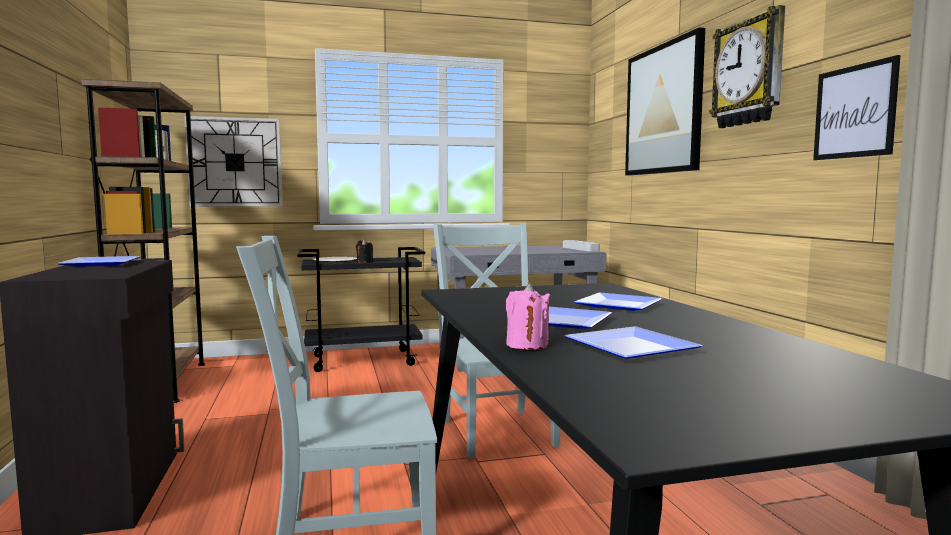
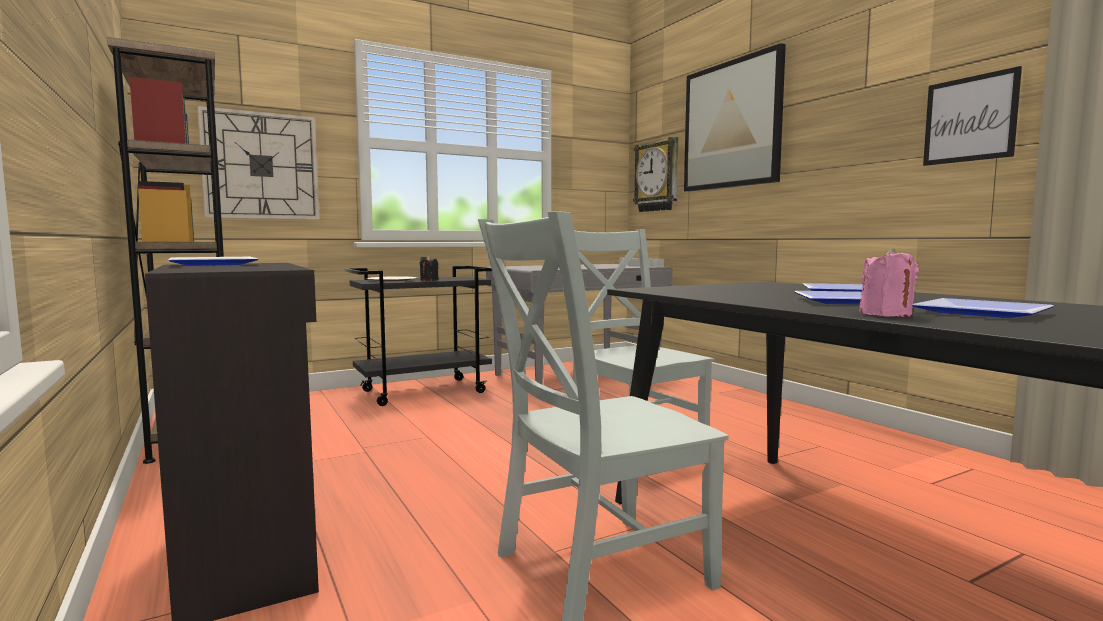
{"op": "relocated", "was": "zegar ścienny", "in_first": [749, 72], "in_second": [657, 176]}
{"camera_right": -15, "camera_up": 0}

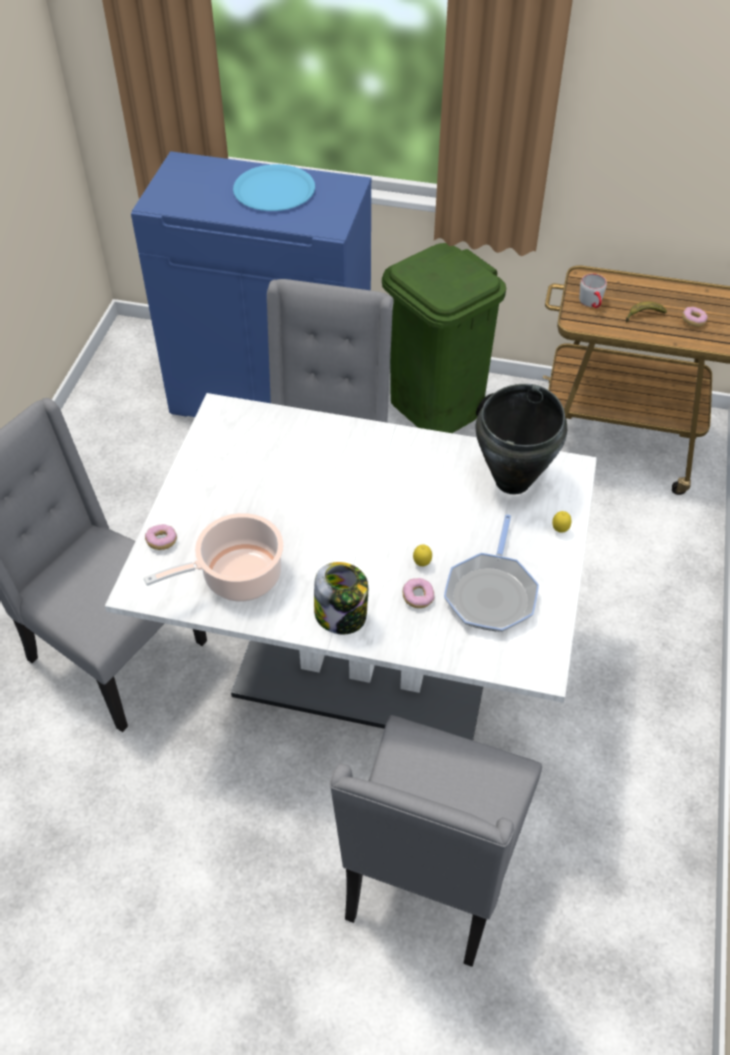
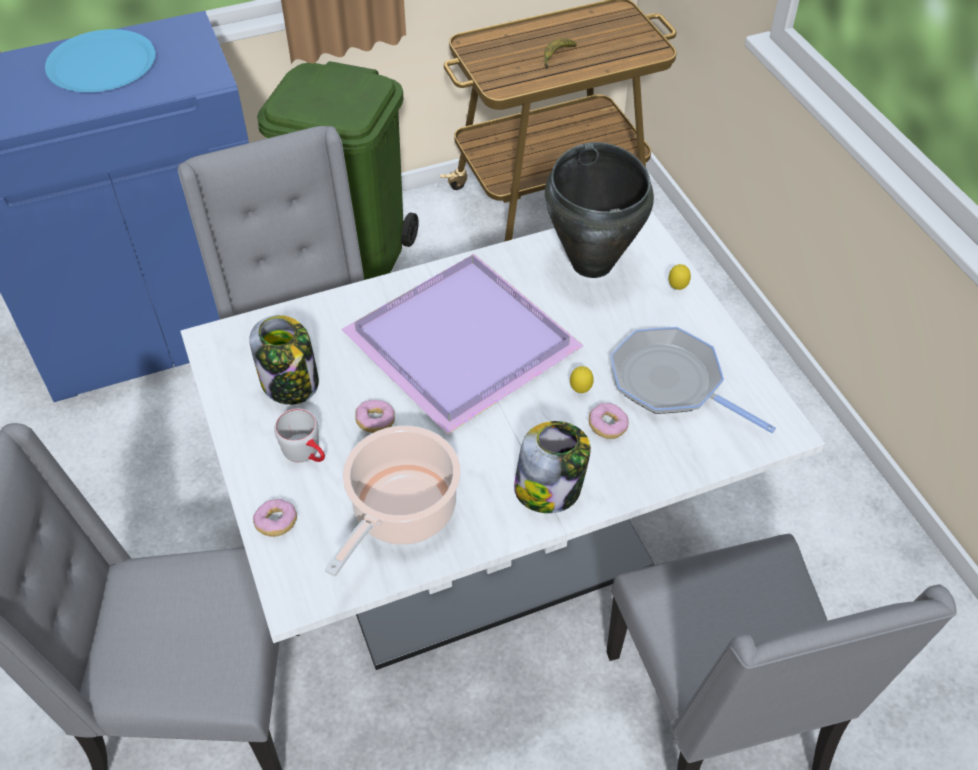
{"op": "spun", "was": "patelnia", "in_first": [491, 593], "in_second": [671, 382], "clockwise": 150}
{"op": "relocated", "was": "kubek/szary", "in_first": [592, 303], "in_second": [307, 453]}
{"op": "relocated", "was": "donut", "in_first": [693, 321], "in_second": [375, 422]}
{"op": "appeared", "now": "słoik", "in_second": [291, 383]}
{"op": "appeared", "now": "taca/fioletowy", "in_second": [461, 346]}
{"camera_right": -35, "camera_up": 0}

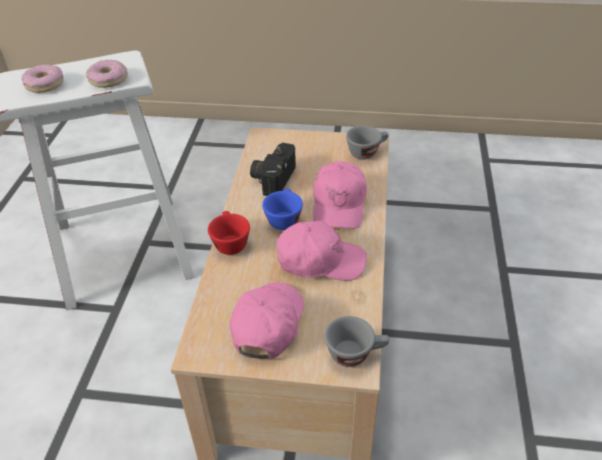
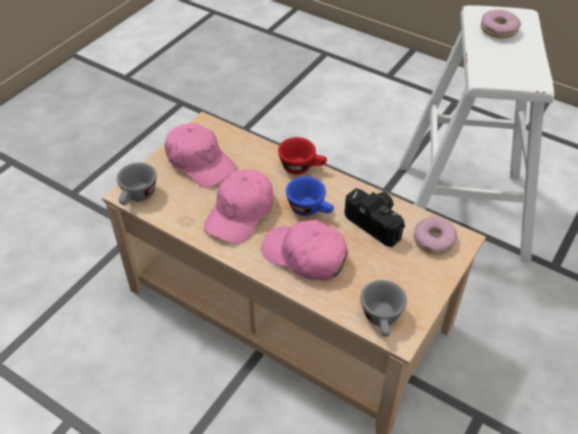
{"op": "relocated", "was": "donut", "in_first": [108, 79], "in_second": [434, 240]}
{"camera_right": 115, "camera_up": 5}

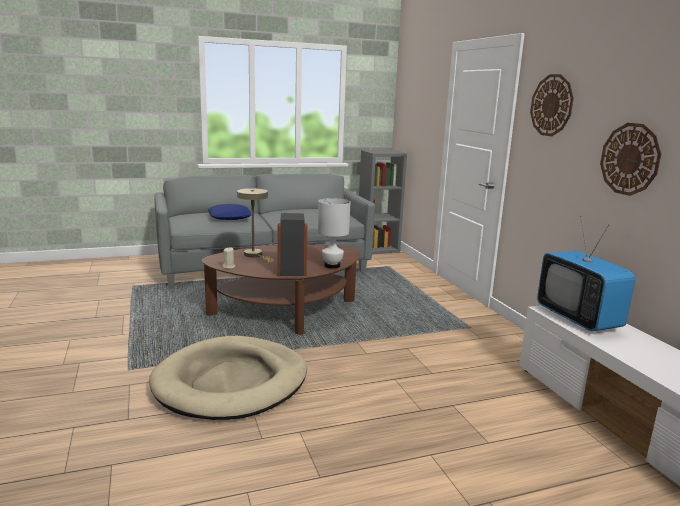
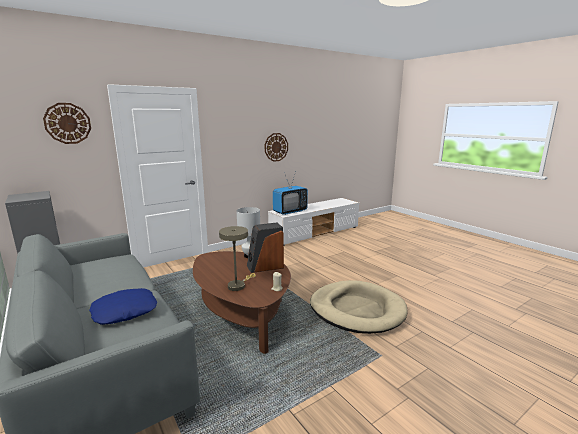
{"op": "relocated", "was": "zegar ścienny", "in_first": [551, 105], "in_second": [67, 123]}
{"camera_right": -105, "camera_up": 0}

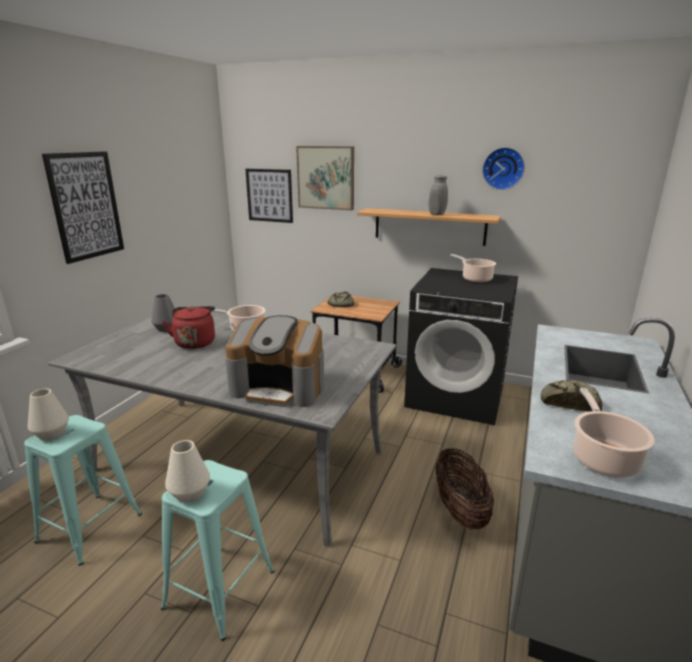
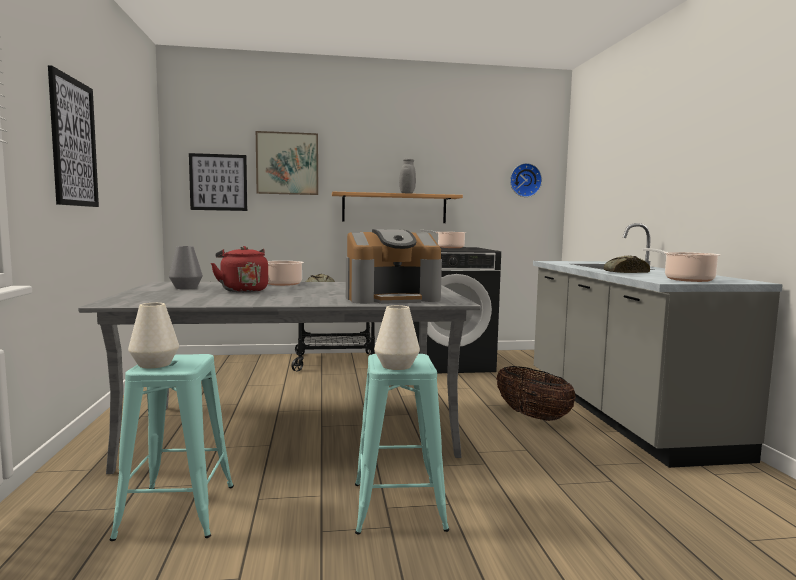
{"op": "relocated", "was": "zegar ścienny", "in_first": [503, 168], "in_second": [525, 180]}
{"camera_right": -30, "camera_up": -15}

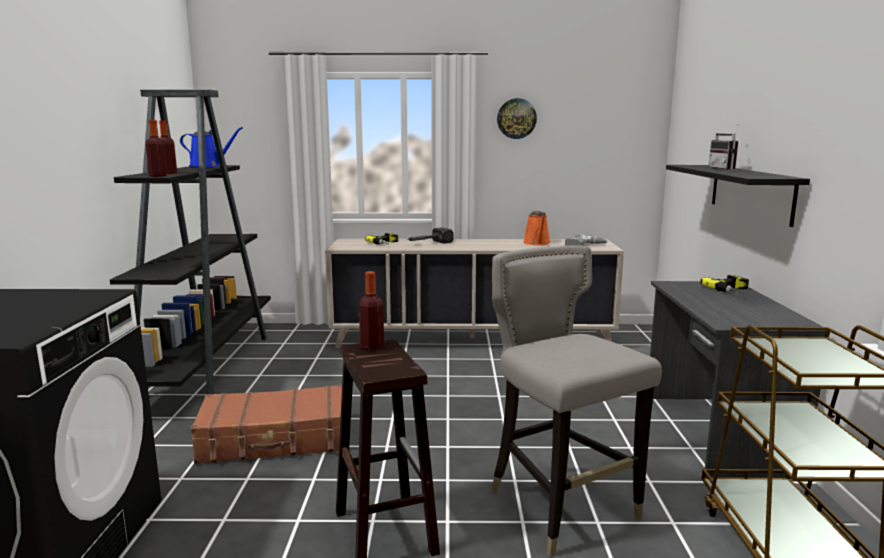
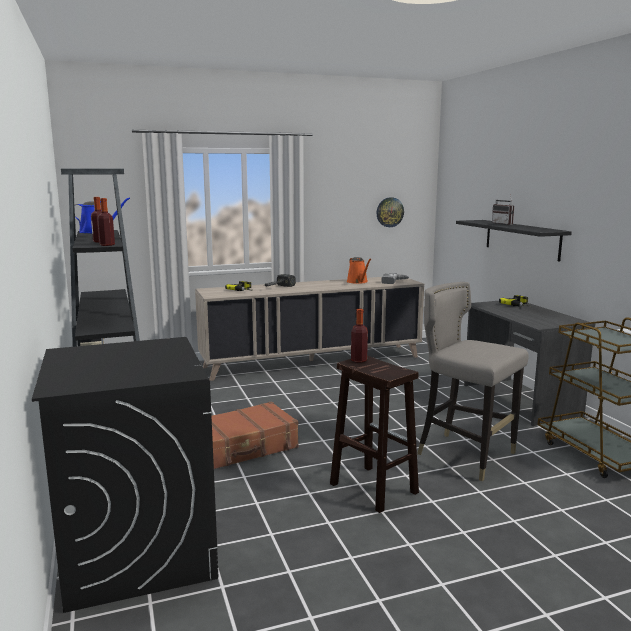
{"op": "relocated", "was": "zegar ścienny", "in_first": [516, 118], "in_second": [389, 212]}
{"camera_right": -20, "camera_up": 0}

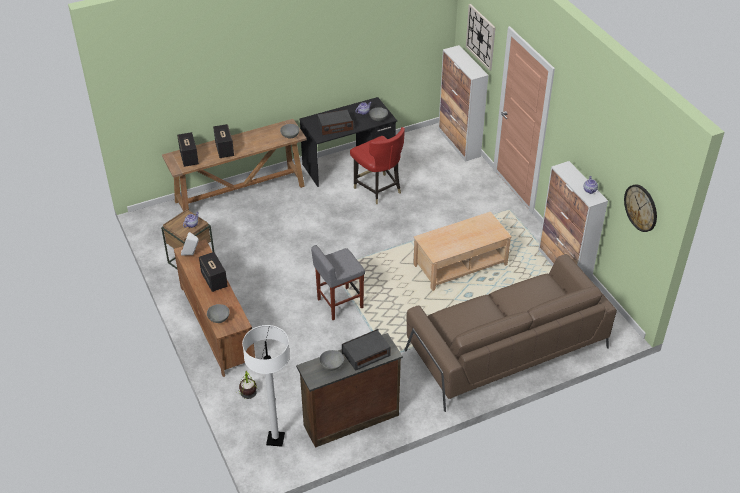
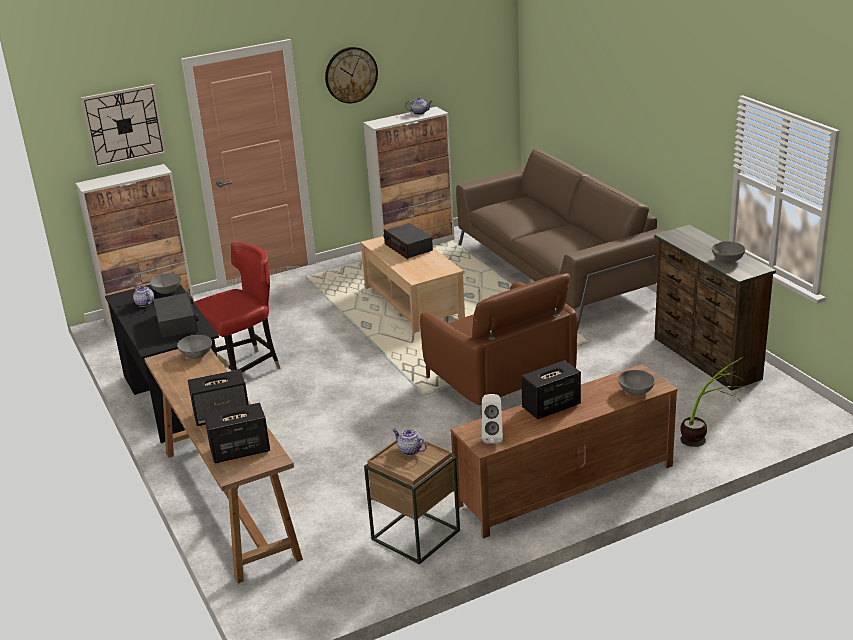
{"op": "missing", "was": "lampa stojąca/biały", "in_first": [275, 439]}
{"op": "exchanged", "was": "stołek/szary", "now": "fotel/brązowy", "in_first": [339, 304], "in_second": [499, 382]}
{"op": "relocated", "was": "radio", "in_first": [366, 354], "in_second": [408, 248]}
{"op": "relocated", "was": "zegar ścienny", "in_first": [641, 207], "in_second": [351, 75]}
{"camera_right": -90, "camera_up": -15}

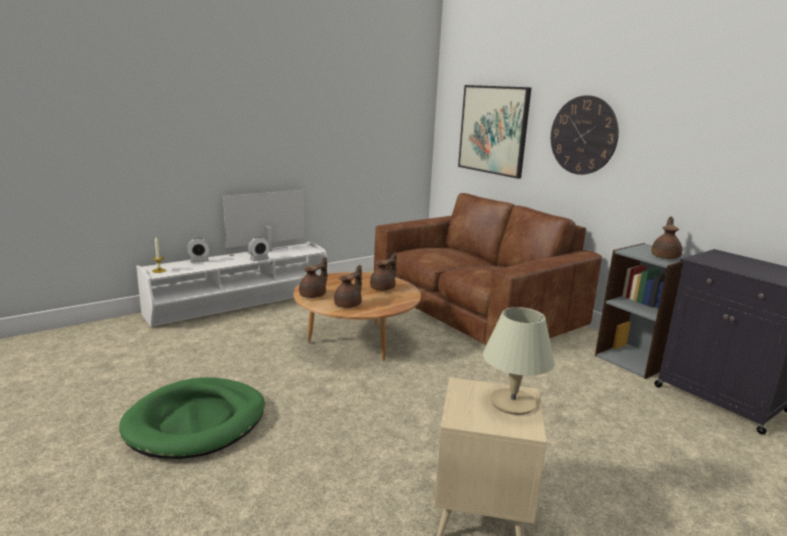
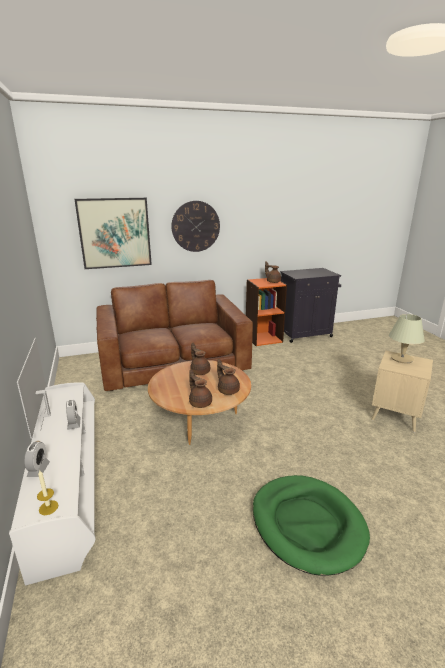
{"op": "colour", "was": "regał/szary", "now": "regał/pomarańczowy", "in_first": [635, 360], "in_second": [263, 338]}
{"camera_right": -70, "camera_up": 5}

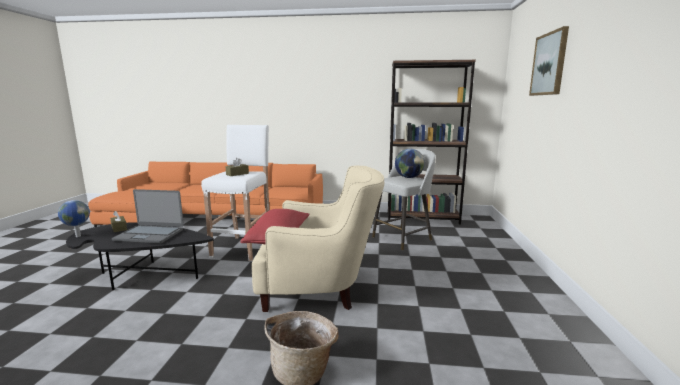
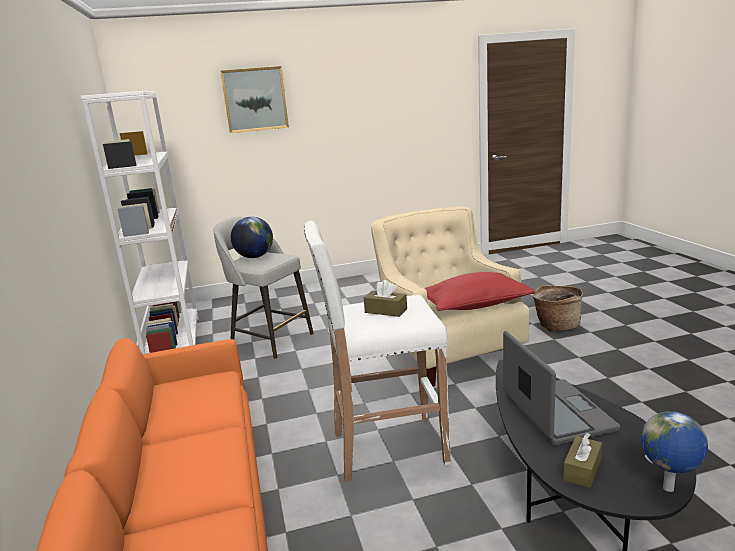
{"op": "colour", "was": "regał/brązowy", "now": "regał/biały", "in_first": [422, 218], "in_second": [174, 342]}
{"camera_right": -110, "camera_up": 5}

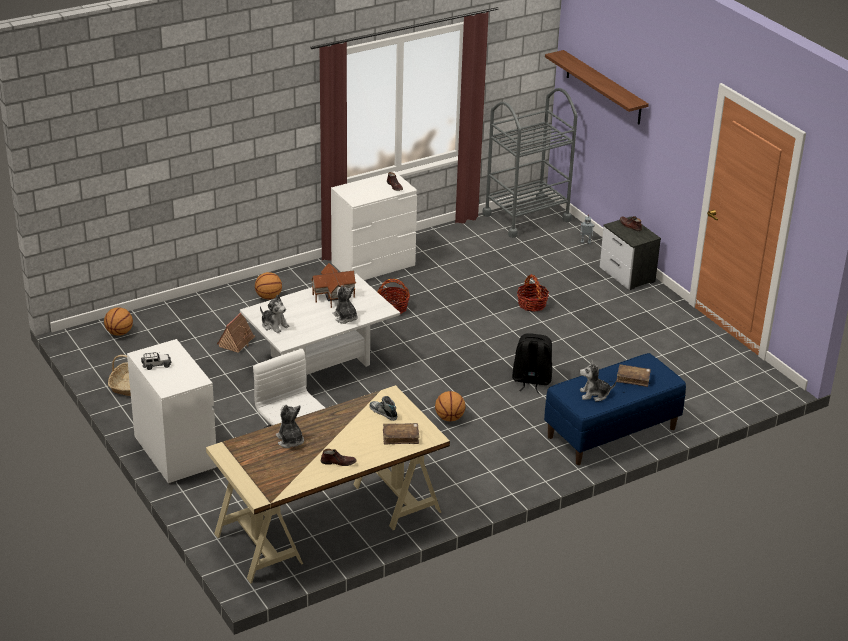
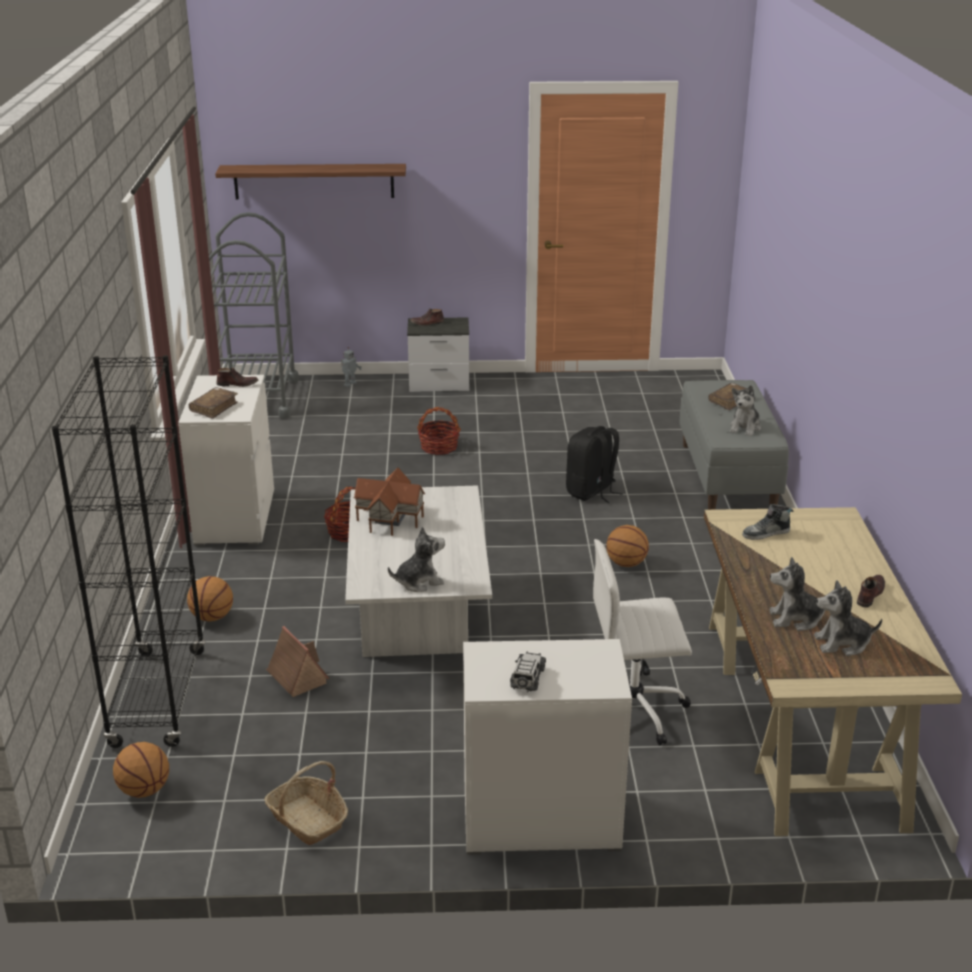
{"op": "relocated", "was": "pluszak", "in_first": [345, 317], "in_second": [842, 643]}
{"op": "relocated", "was": "książka/brązowy", "in_first": [400, 437], "in_second": [214, 408]}
{"op": "colour", "was": "ławka/niebieski", "now": "ławka/szary", "in_first": [611, 433], "in_second": [728, 478]}
{"op": "appeared", "now": "regał/czarny", "in_second": [158, 698]}
{"camera_right": -60, "camera_up": -5}

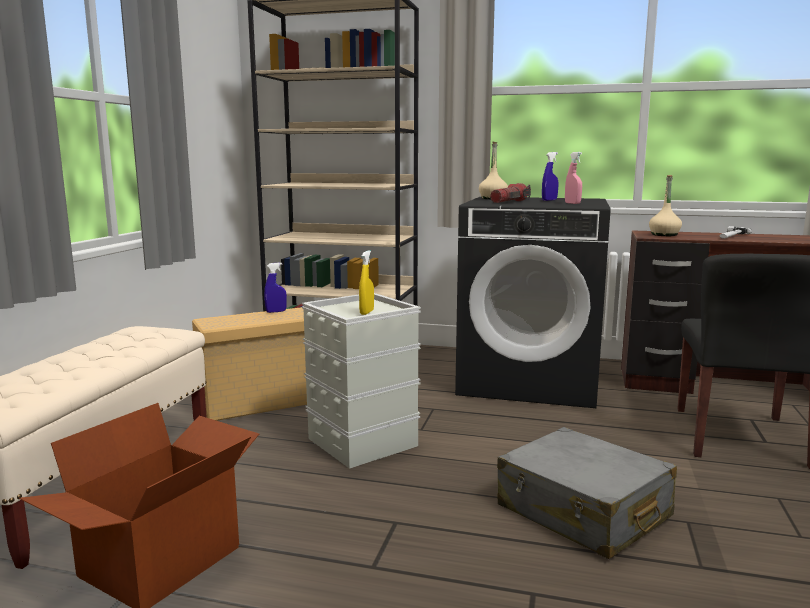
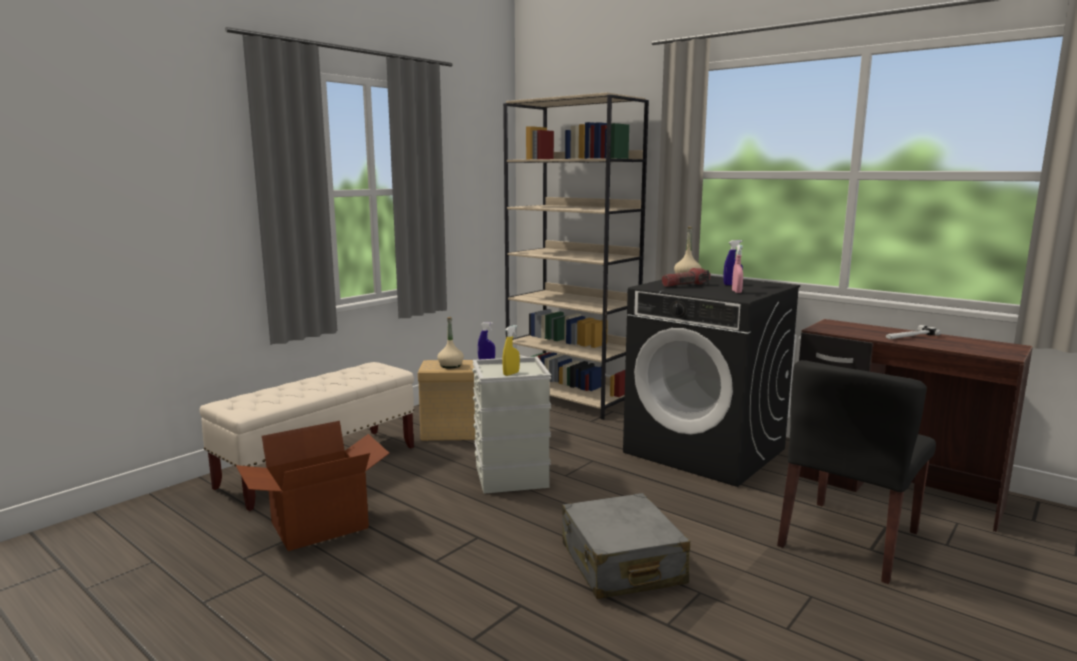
{"op": "relocated", "was": "butelka/beżowy", "in_first": [664, 235], "in_second": [450, 366]}
{"camera_right": 25, "camera_up": 0}

